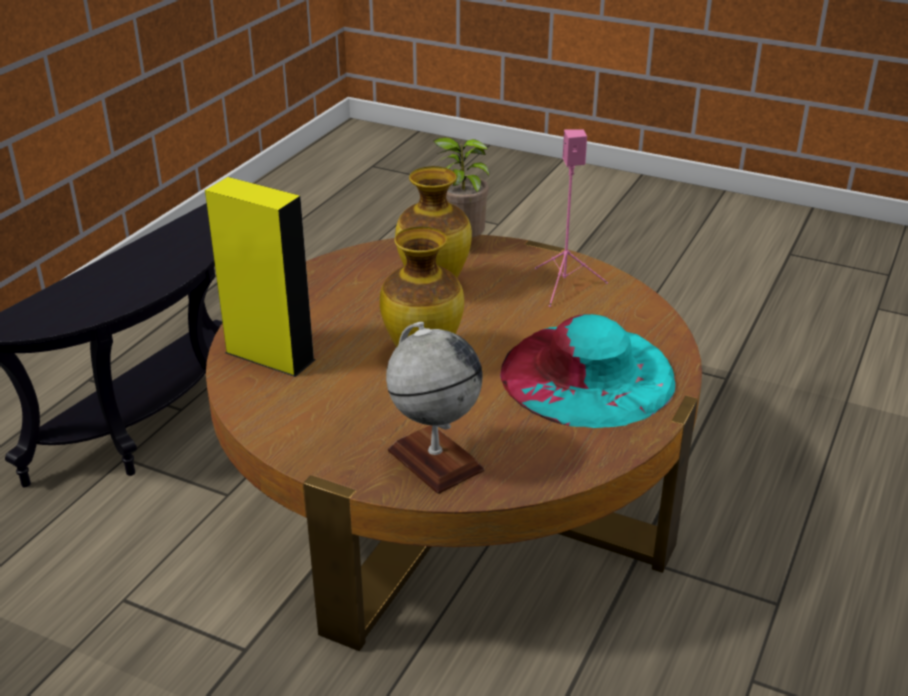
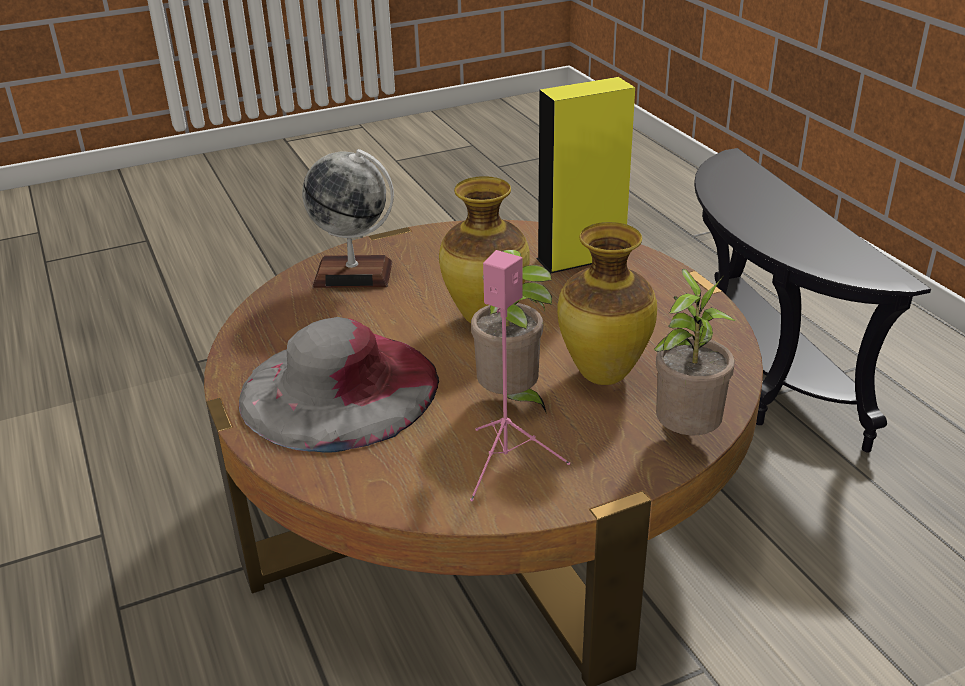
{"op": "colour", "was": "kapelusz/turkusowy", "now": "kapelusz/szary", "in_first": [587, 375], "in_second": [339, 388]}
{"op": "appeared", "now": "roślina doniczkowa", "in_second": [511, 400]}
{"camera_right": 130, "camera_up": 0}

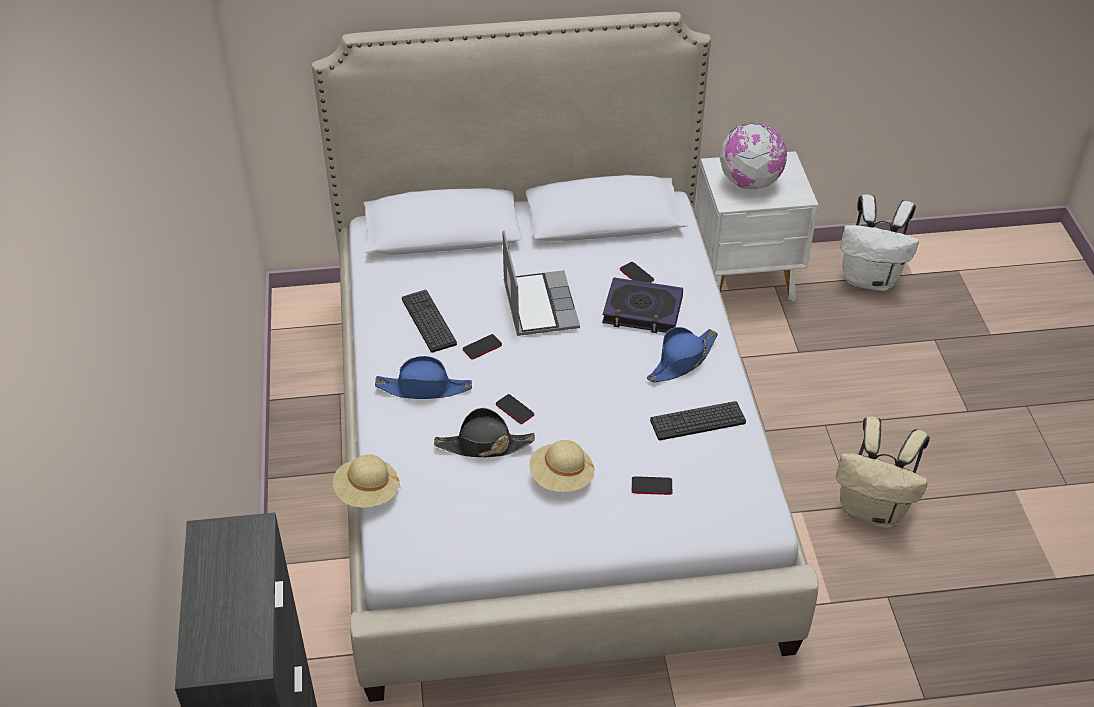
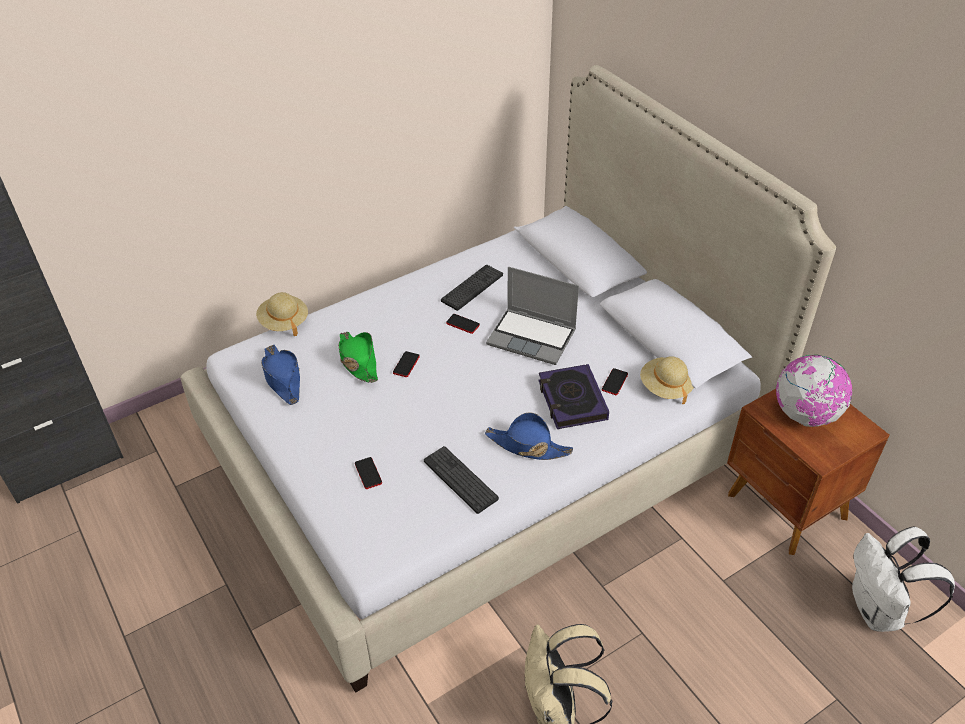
{"op": "relocated", "was": "kapelusz/niebieski", "in_first": [424, 388], "in_second": [283, 379]}
{"op": "colour", "was": "kapelusz/czarny", "now": "kapelusz/zielony", "in_first": [484, 445], "in_second": [358, 361]}
{"op": "spun", "was": "laptop", "in_first": [538, 305], "in_second": [533, 337], "clockwise": 60}
{"op": "relocated", "was": "kapelusz/beżowy", "in_first": [561, 478], "in_second": [665, 387]}
{"op": "colour", "was": "szafka nocna/biały", "now": "szafka nocna/brązowy", "in_first": [746, 280], "in_second": [786, 508]}
{"camera_right": 65, "camera_up": 0}

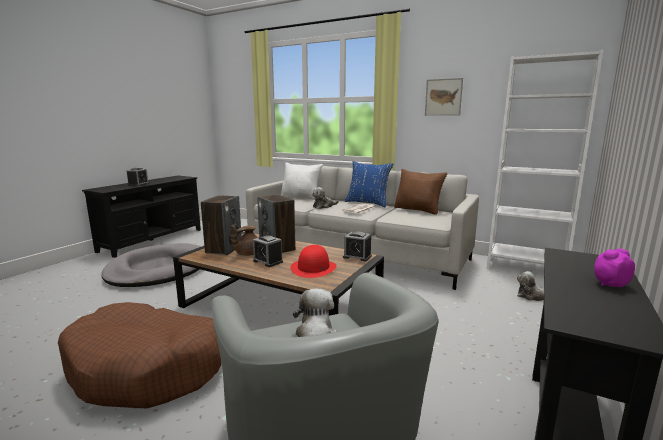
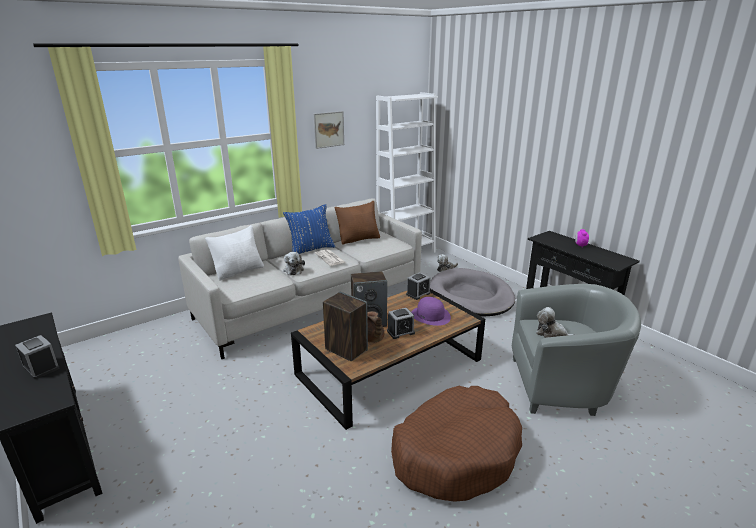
{"op": "relocated", "was": "legowisko/szary", "in_first": [158, 269], "in_second": [470, 296]}
{"op": "colour", "was": "kapelusz/czerwony", "now": "kapelusz/fioletowy", "in_first": [313, 268], "in_second": [430, 315]}
{"camera_right": -65, "camera_up": 10}

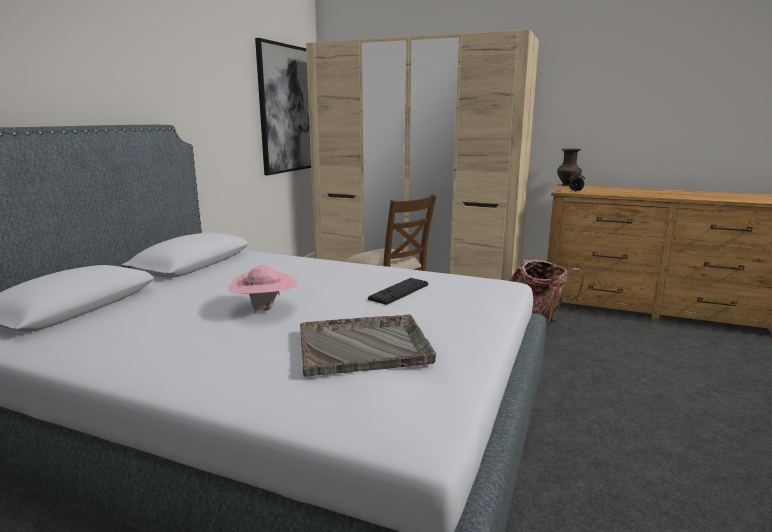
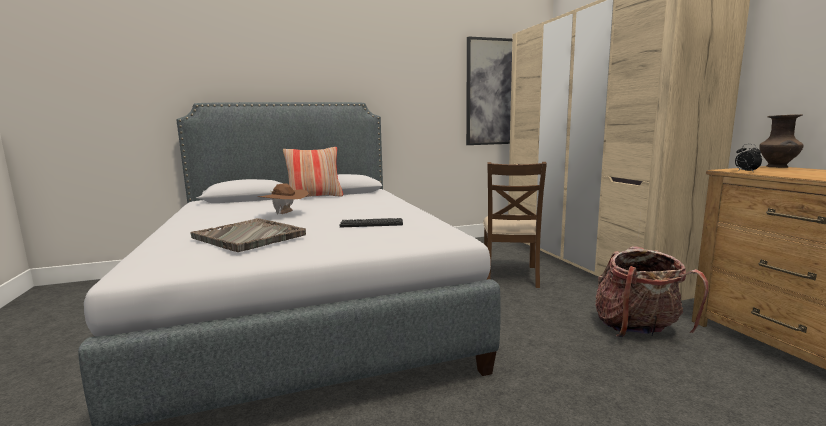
{"op": "colour", "was": "kapelusz/różowy", "now": "kapelusz/brązowy", "in_first": [265, 310], "in_second": [285, 214]}
{"op": "appeared", "now": "poduszka", "in_second": [315, 197]}
{"camera_right": 50, "camera_up": -5}

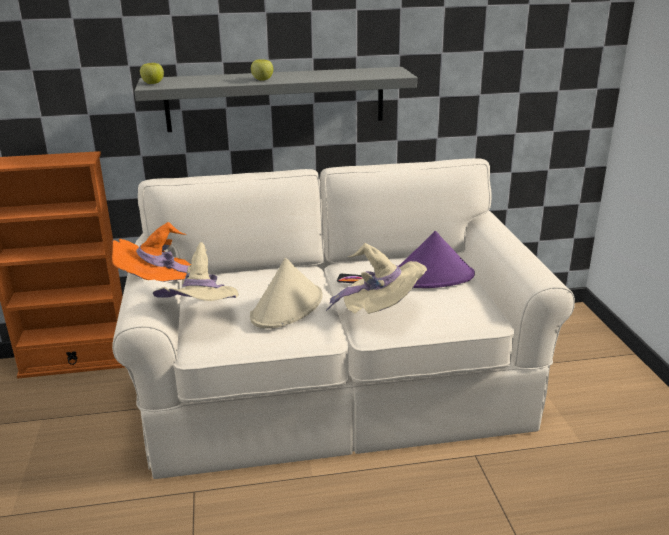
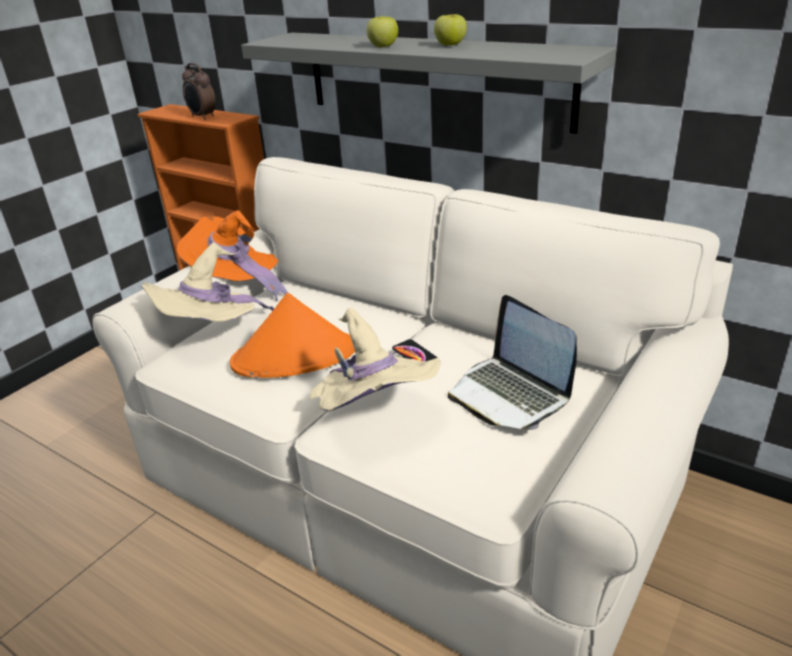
{"op": "relocated", "was": "jabłko", "in_first": [153, 83], "in_second": [450, 45]}
{"op": "colour", "was": "kapelusz/beżowy", "now": "kapelusz/pomarańczowy", "in_first": [287, 307], "in_second": [295, 356]}
{"op": "exchanged", "was": "kapelusz/fioletowy", "now": "laptop", "in_first": [431, 277], "in_second": [510, 394]}
{"op": "appeared", "now": "budzik", "in_second": [202, 117]}
{"camera_right": 45, "camera_up": 5}

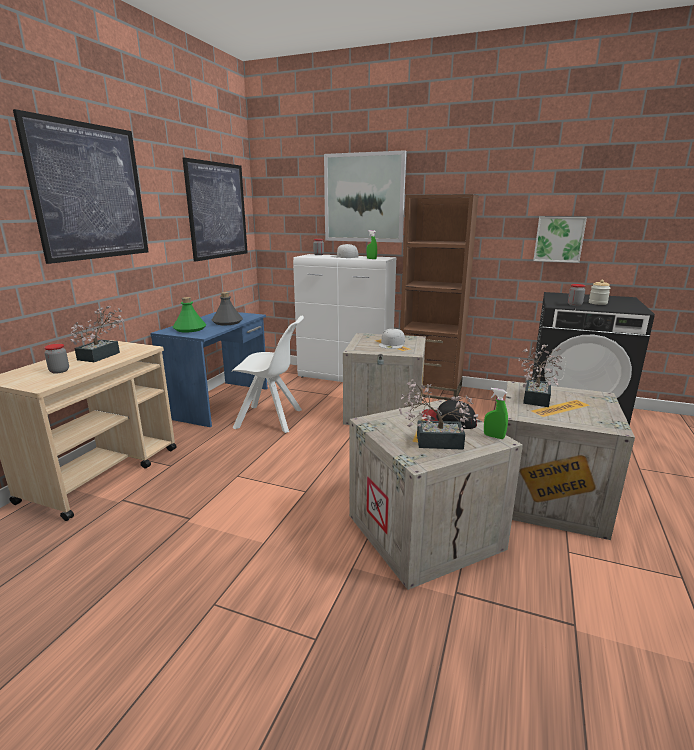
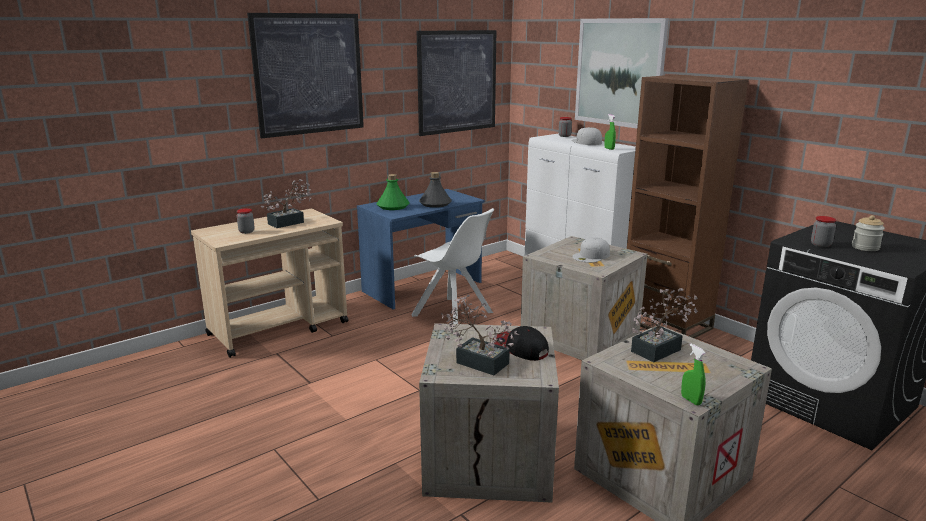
{"op": "relocated", "was": "spryskiwacz/zielony", "in_first": [494, 436], "in_second": [691, 400]}
{"op": "missing", "was": "obraz", "in_first": [559, 239]}
{"camera_right": 30, "camera_up": 0}

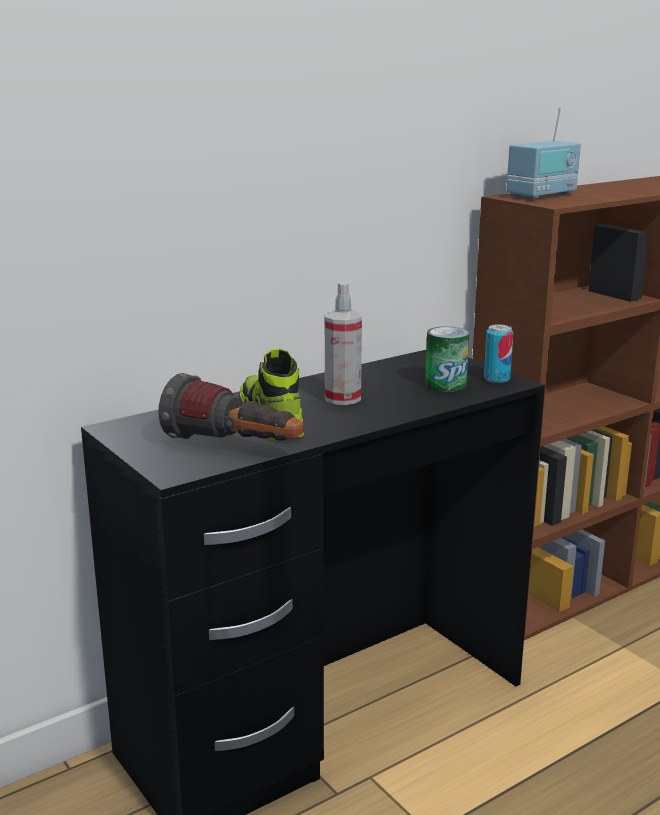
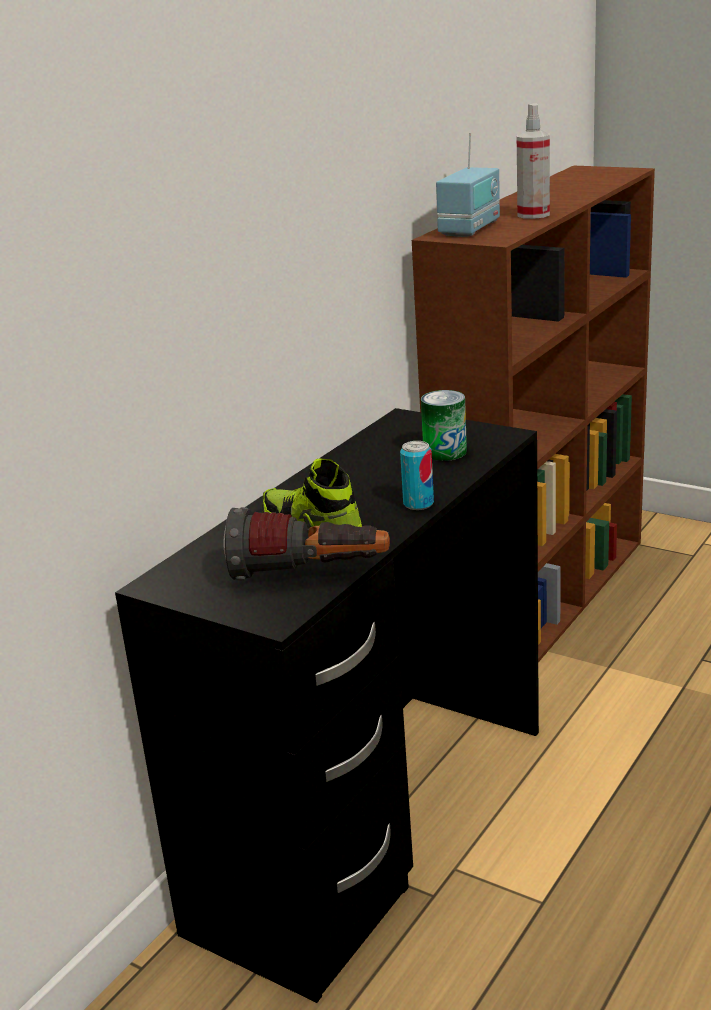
{"op": "relocated", "was": "spryskiwacz", "in_first": [342, 398], "in_second": [533, 215]}
{"op": "relocated", "was": "puszka", "in_first": [496, 379], "in_second": [418, 504]}
{"camera_right": -20, "camera_up": 5}

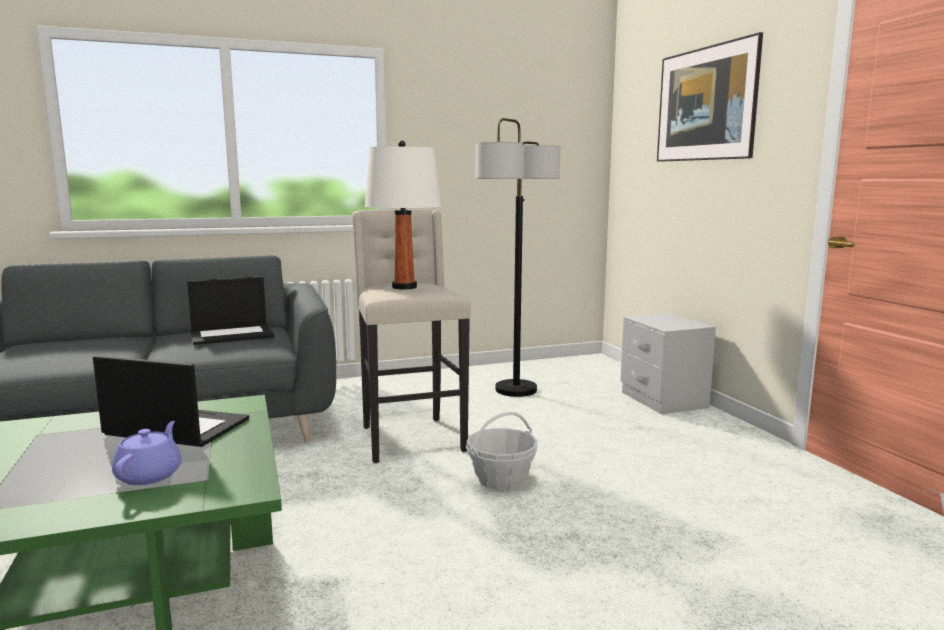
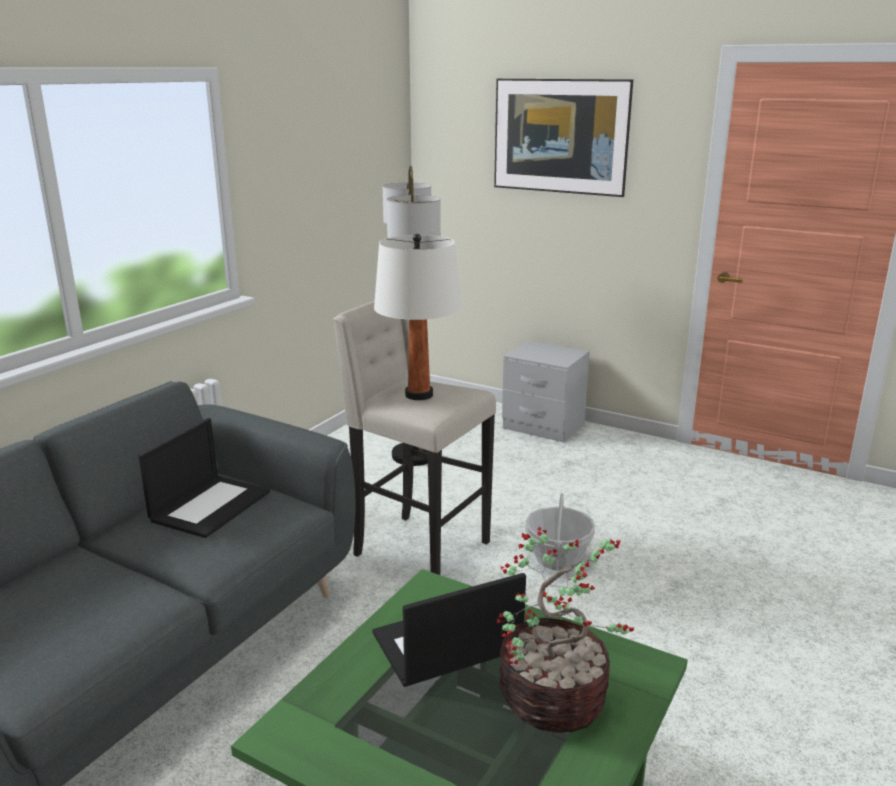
{"op": "exchanged", "was": "imbryk/fioletowy", "now": "roślina doniczkowa", "in_first": [150, 475], "in_second": [556, 698]}
{"camera_right": -40, "camera_up": 10}

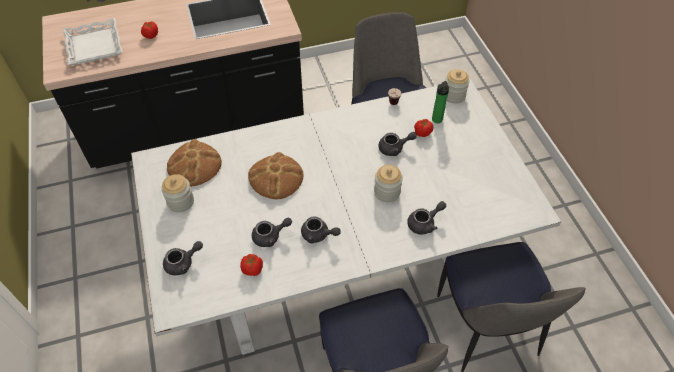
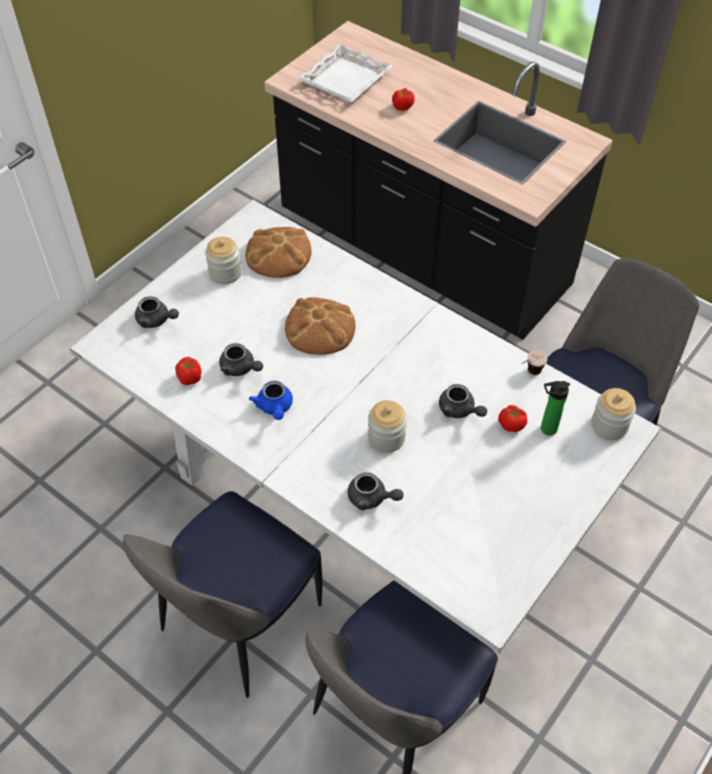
{"op": "colour", "was": "imbryk/szary", "now": "imbryk/niebieski", "in_first": [318, 235], "in_second": [274, 408]}
{"camera_right": 55, "camera_up": 0}

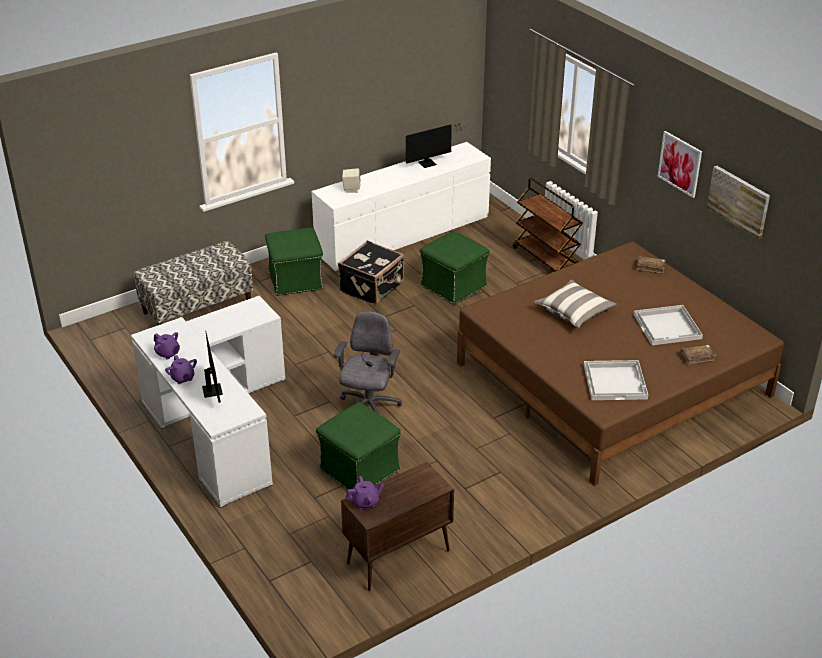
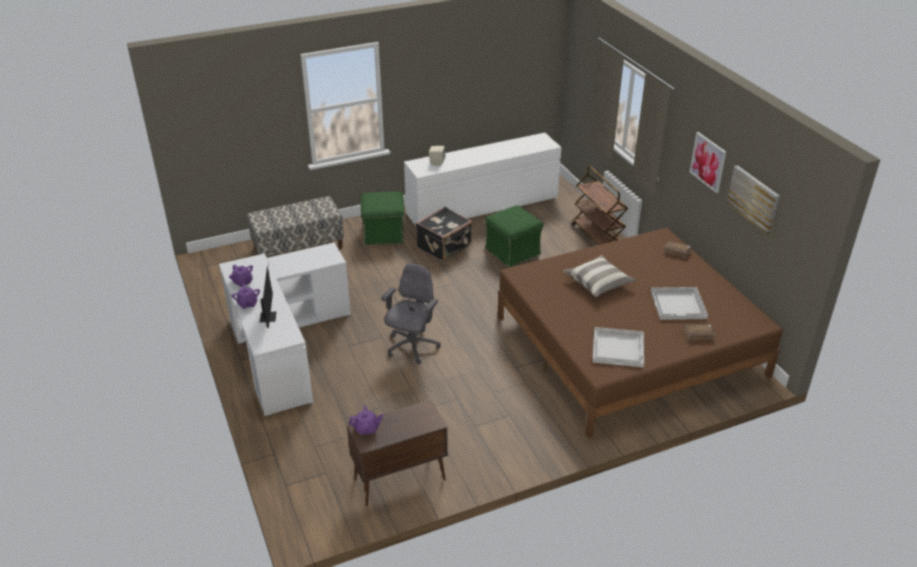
{"op": "missing", "was": "pufa/zielony", "in_first": [359, 469]}
{"op": "missing", "was": "monitor", "in_first": [430, 163]}
{"camera_right": 10, "camera_up": 0}

